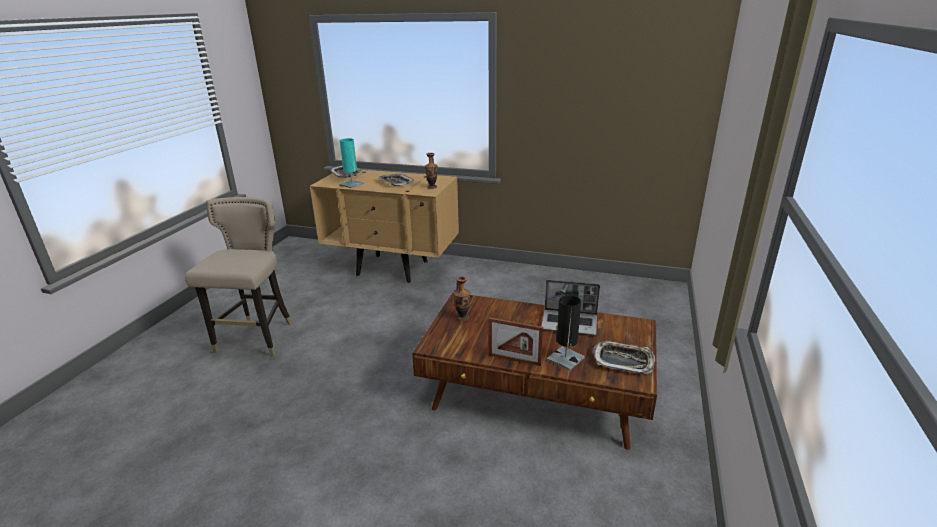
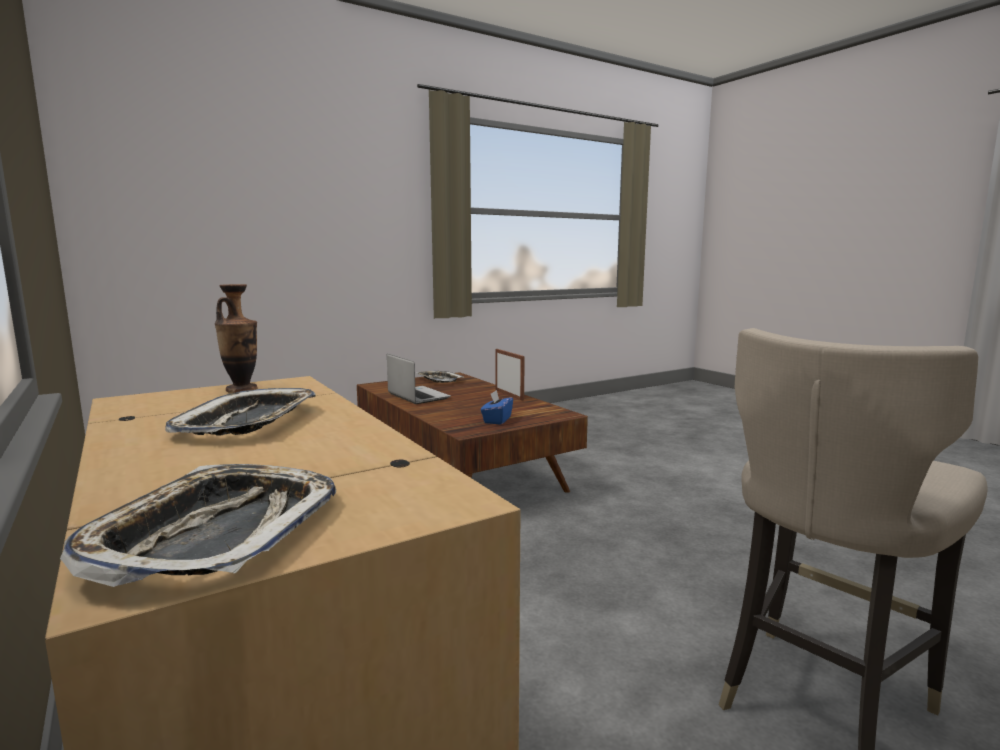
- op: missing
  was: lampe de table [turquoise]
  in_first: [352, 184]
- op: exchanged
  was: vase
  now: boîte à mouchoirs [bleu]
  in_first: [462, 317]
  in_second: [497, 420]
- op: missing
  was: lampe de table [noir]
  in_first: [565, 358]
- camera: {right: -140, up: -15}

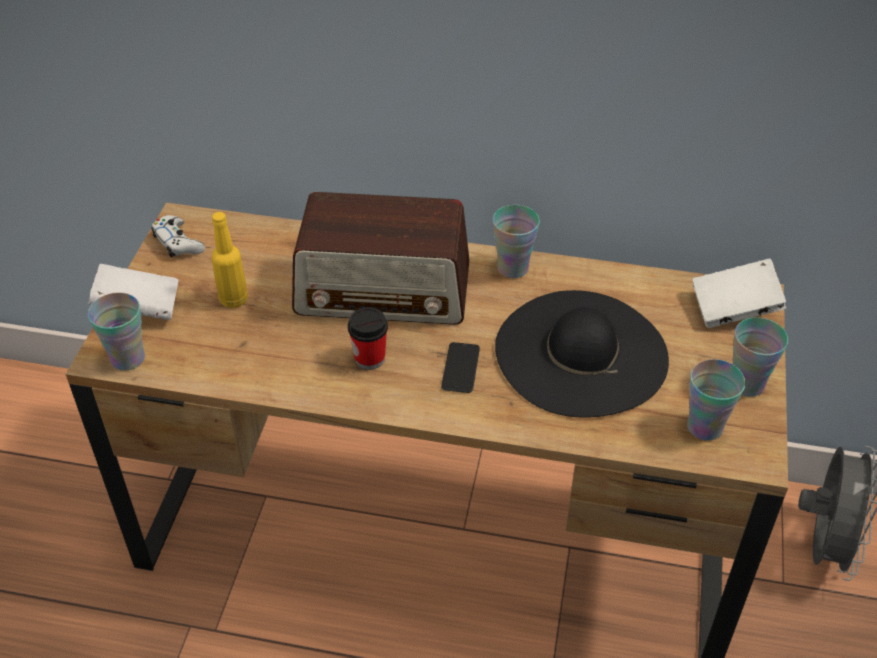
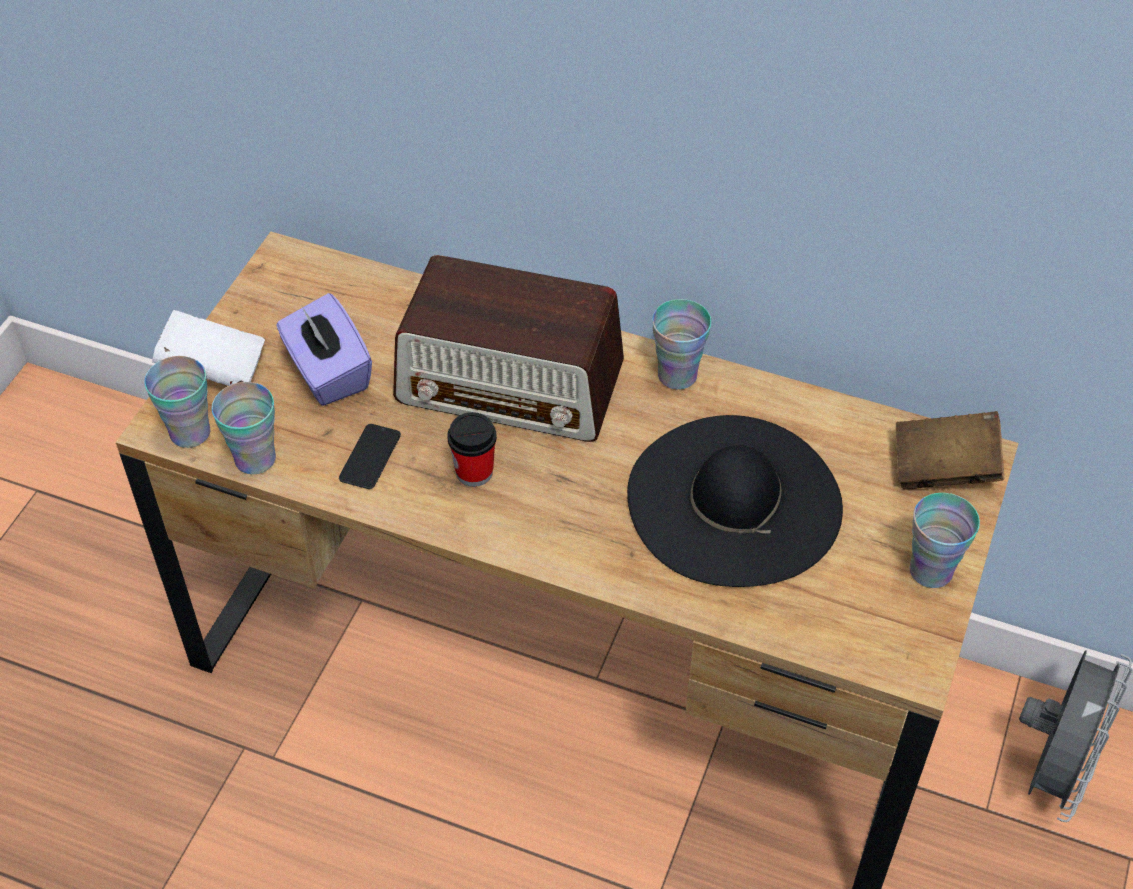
- op: exchanged
  was: bouteille [jaune]
  now: boîte à mouchoirs [violet]
  in_first: [234, 299]
  in_second: [327, 373]
- op: missing
  was: manette [blanc]
  in_first: [178, 243]
- op: colour
  was: livre [blanc]
  now: livre [marron]
  in_first: [734, 309]
  in_second: [944, 468]
- op: relocated
  was: téléphone
  in_first: [460, 368]
  in_second: [370, 457]
- op: relocated
  was: tasse
  in_first: [704, 427]
  in_second: [255, 459]
- camera: {right: 10, up: 5}

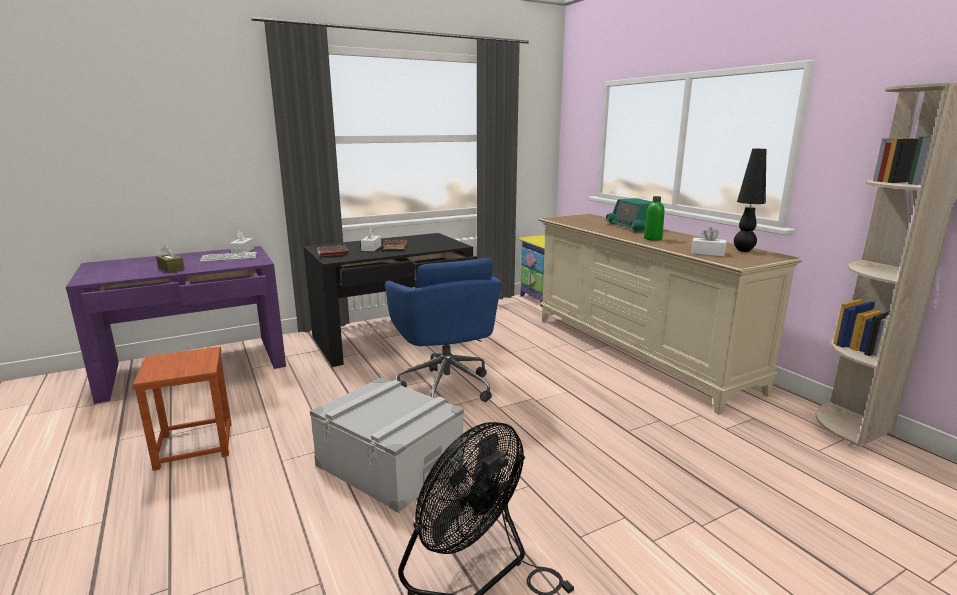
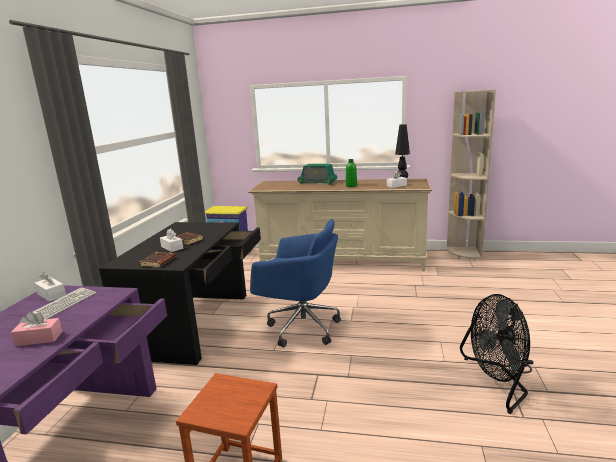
- op: colour
  was: boîte à mouchoirs [marron]
  now: boîte à mouchoirs [rose]
  in_first: [171, 268]
  in_second: [39, 338]
- op: missing
  was: boîte de rangement [gris]
  in_first: [390, 464]
- camera: {right: -50, up: 0}

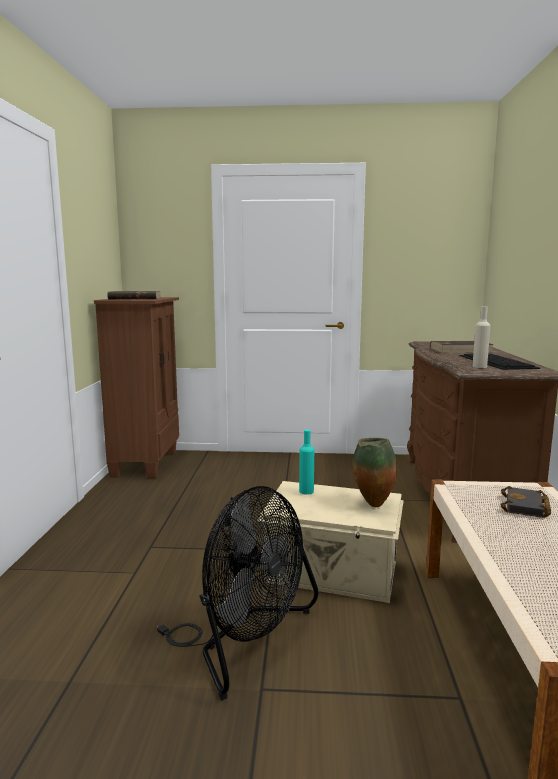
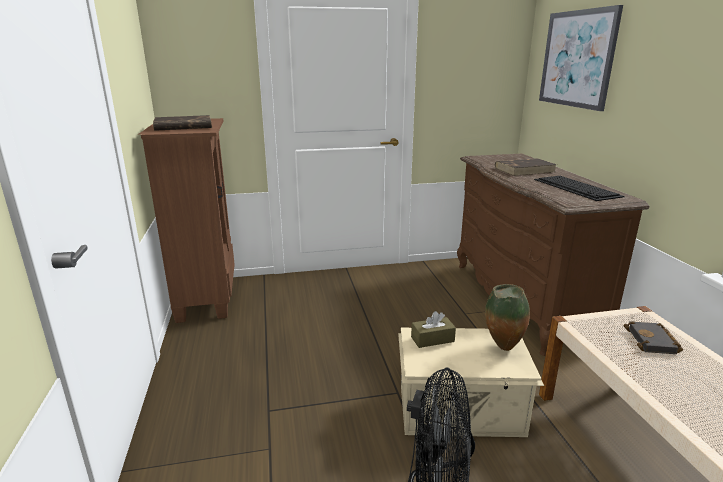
- op: missing
  was: bouteille [beige]
  in_first: [479, 366]
- op: exchanged
  was: bouteille [turquoise]
  now: boîte à mouchoirs [marron]
  in_first: [306, 491]
  in_second: [432, 339]
- op: appeared
  now: tableau
  in_second: [577, 59]
- camera: {right: -15, up: 10}

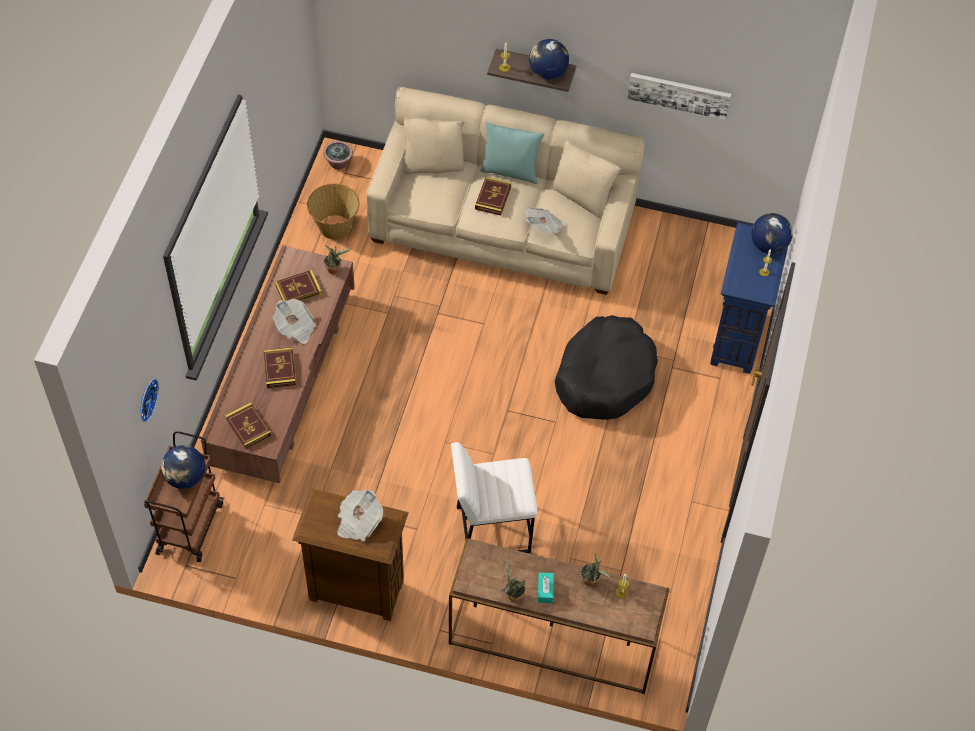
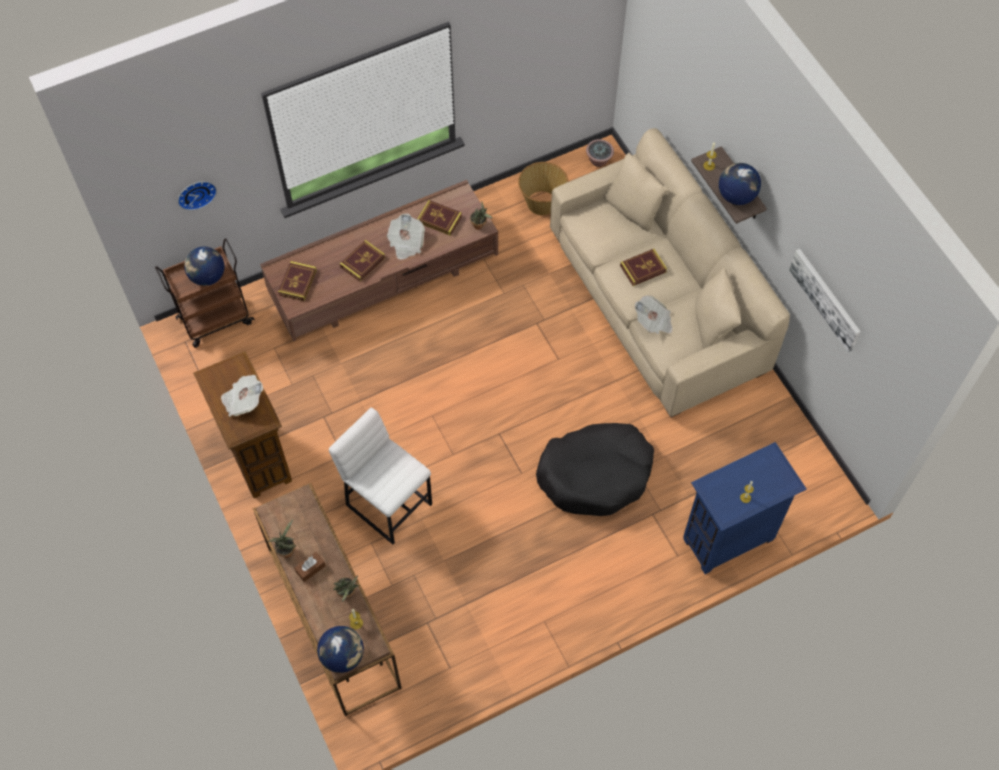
- op: missing
  was: coussin [turquoise]
  in_first: [510, 171]
- op: relocated
  was: globe
  in_first: [768, 245]
  in_second: [343, 656]
- op: colour
  was: boîte à mouchoirs [turquoise]
  now: boîte à mouchoirs [marron]
  in_first: [545, 590]
  in_second: [310, 569]
- camera: {right: 50, up: 5}

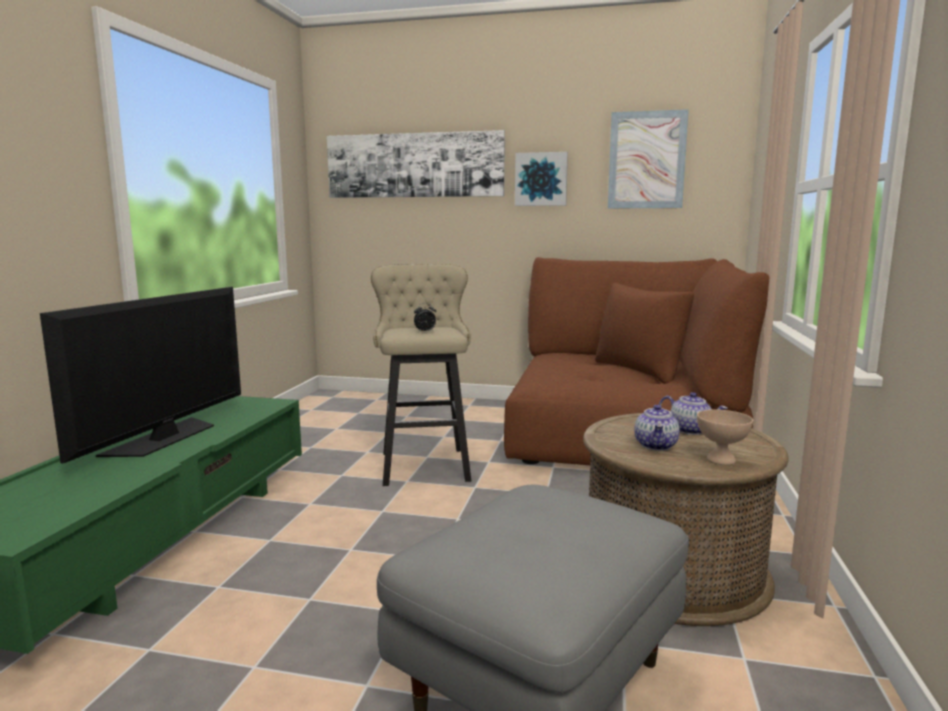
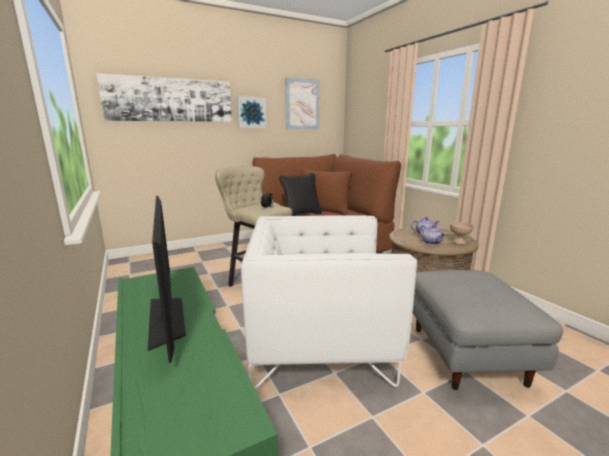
- op: appeared
  now: coussin [noir]
  in_second: [301, 215]
- op: appeared
  now: fauteuil [blanc]
  in_second: [320, 343]
- camera: {right: -40, up: 5}

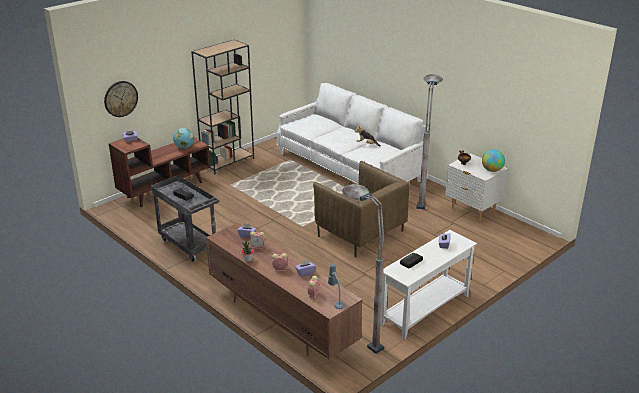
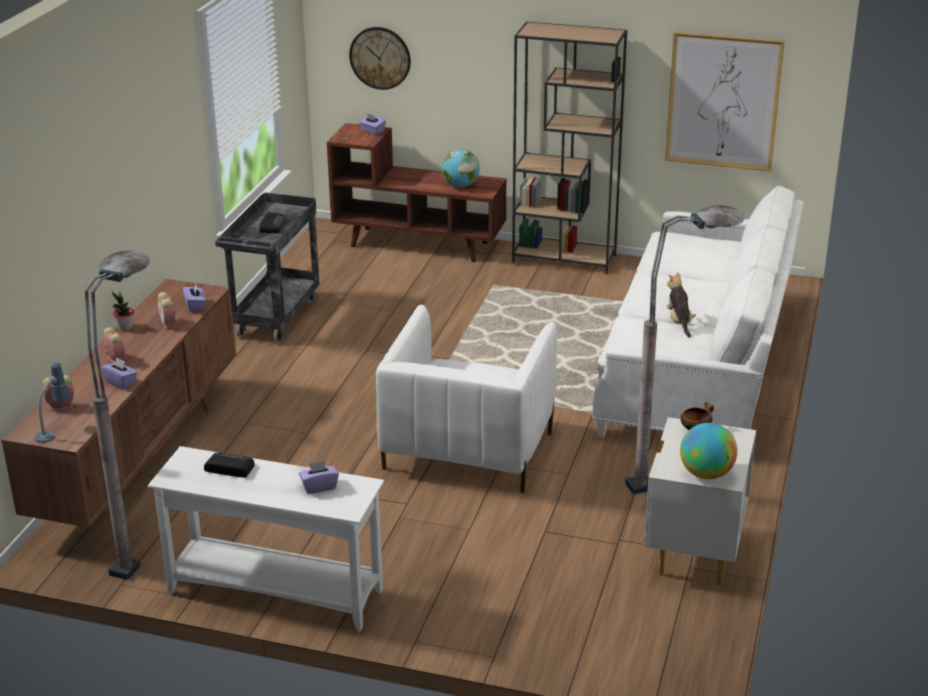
- op: colour
  was: fauteuil [marron]
  now: fauteuil [blanc]
  in_first: [359, 233]
  in_second: [468, 449]
- op: appeared
  now: tableau
  in_second: [723, 101]
- camera: {right: 60, up: 0}

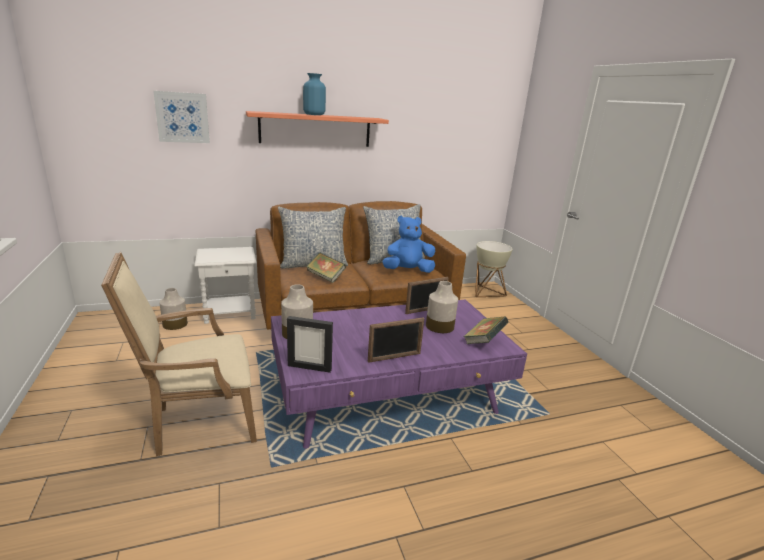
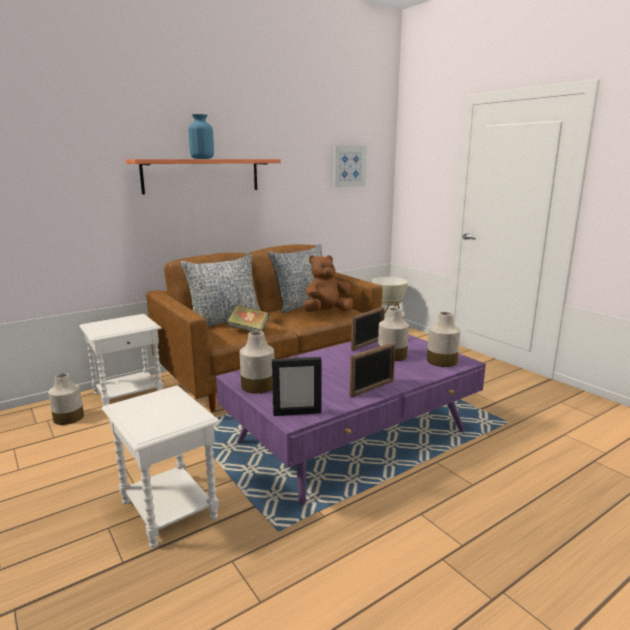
- op: relocated
  was: tableau
  in_first: [182, 117]
  in_second: [349, 166]
- op: colour
  was: peluche [bleu]
  now: peluche [marron]
  in_first: [408, 271]
  in_second: [326, 312]
- op: exchanged
  was: fauteuil [beige]
  now: table d'appoint [blanc]
  in_first: [198, 423]
  in_second: [167, 509]
- op: exchanged
  was: livre
  now: vase [beige]
  in_first: [483, 341]
  in_second: [441, 361]
- camera: {right: -15, up: -5}

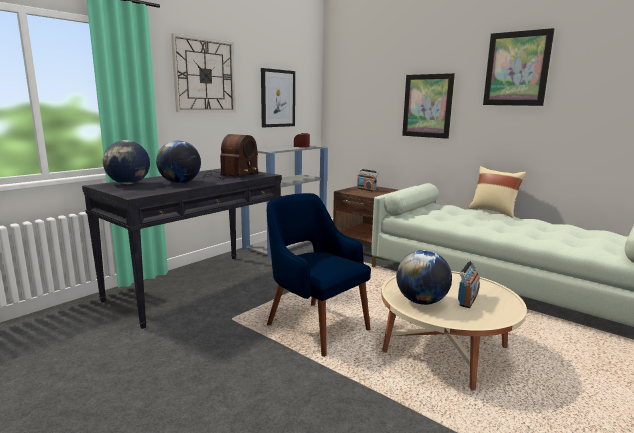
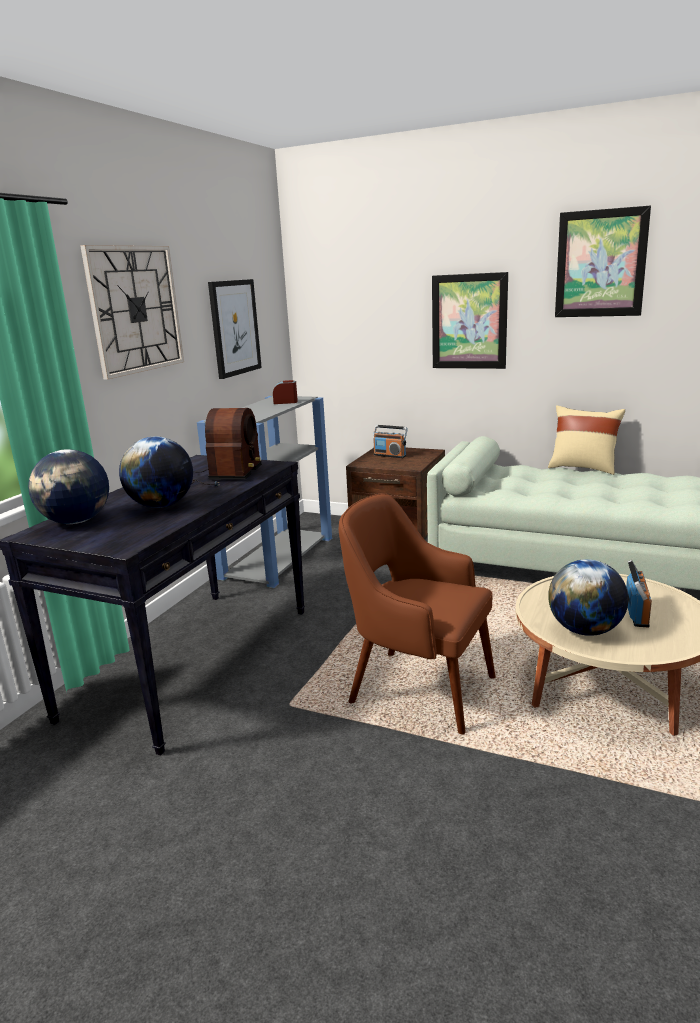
- op: colour
  was: fauteuil [bleu]
  now: fauteuil [marron]
  in_first: [315, 326]
  in_second: [418, 689]
- camera: {right: -15, up: 5}

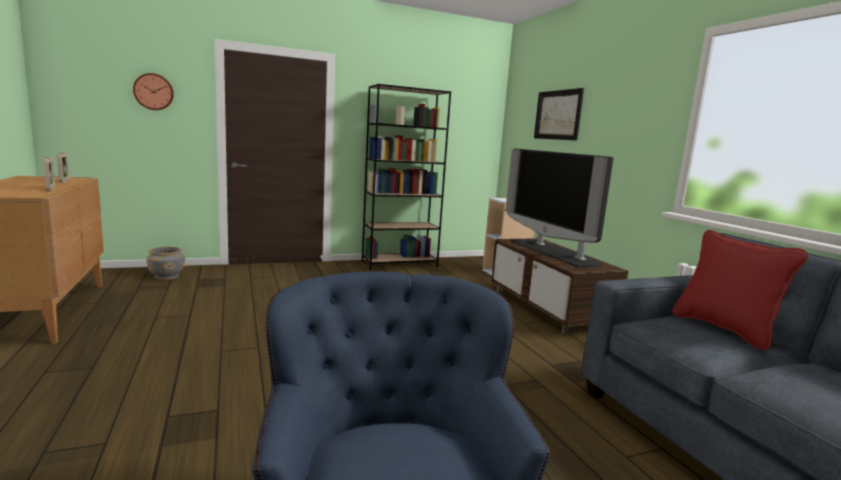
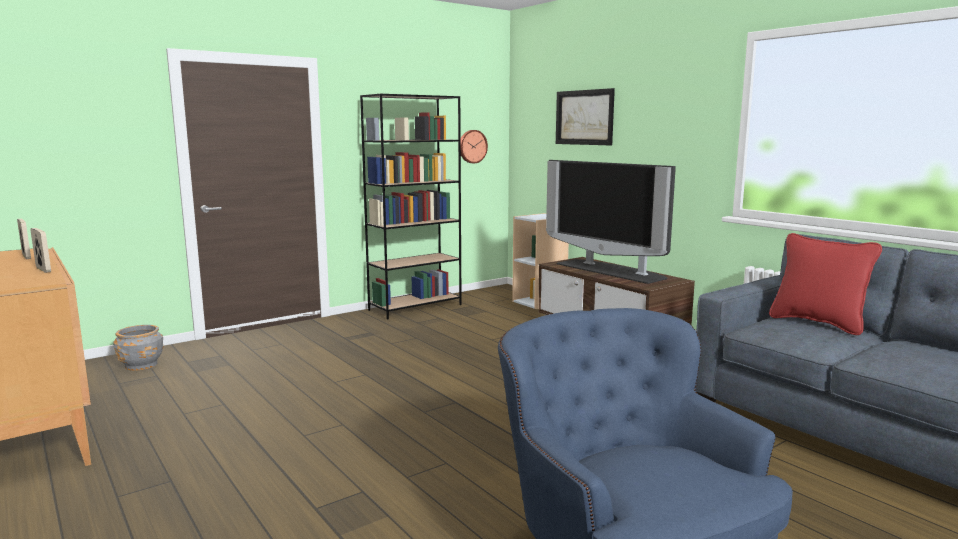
- op: relocated
  was: horloge murale
  in_first: [153, 92]
  in_second: [472, 146]
- camera: {right: -15, up: 0}

